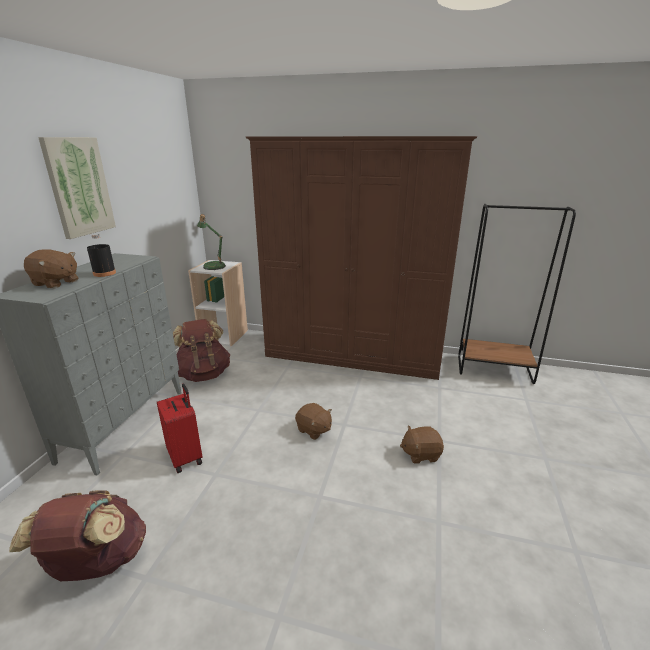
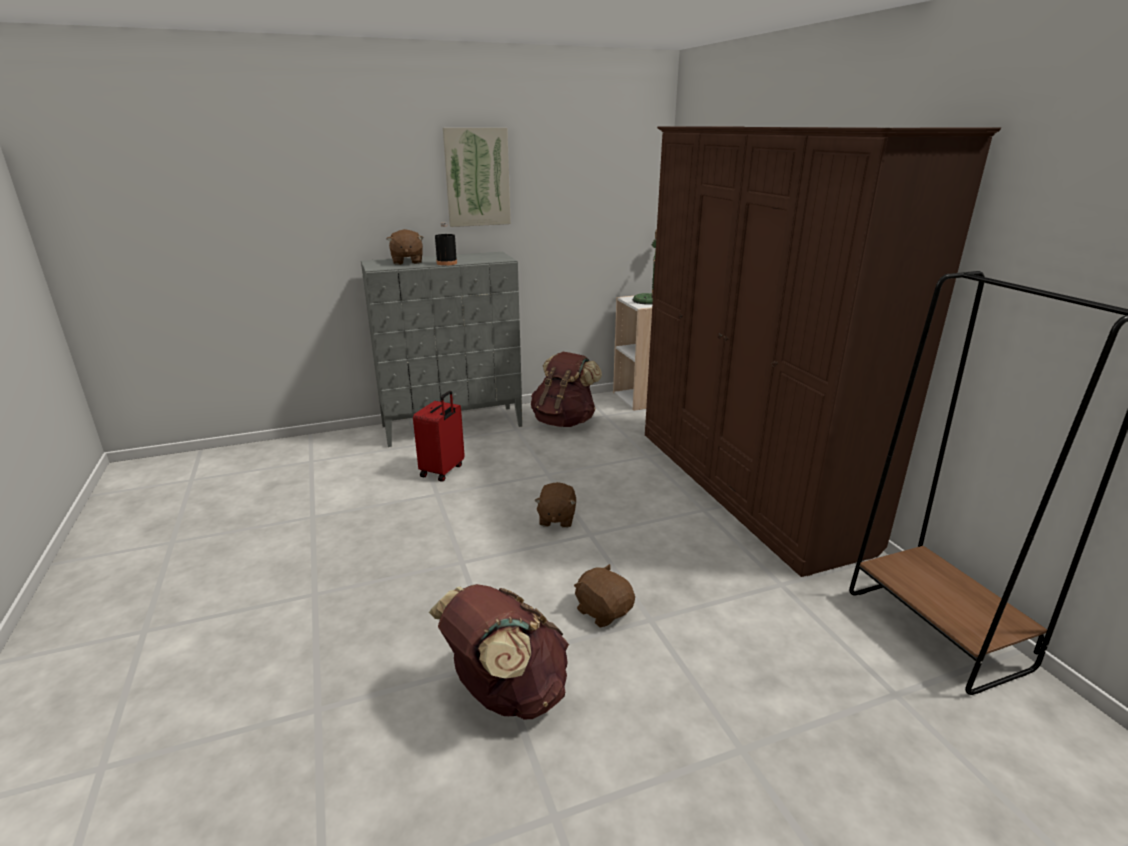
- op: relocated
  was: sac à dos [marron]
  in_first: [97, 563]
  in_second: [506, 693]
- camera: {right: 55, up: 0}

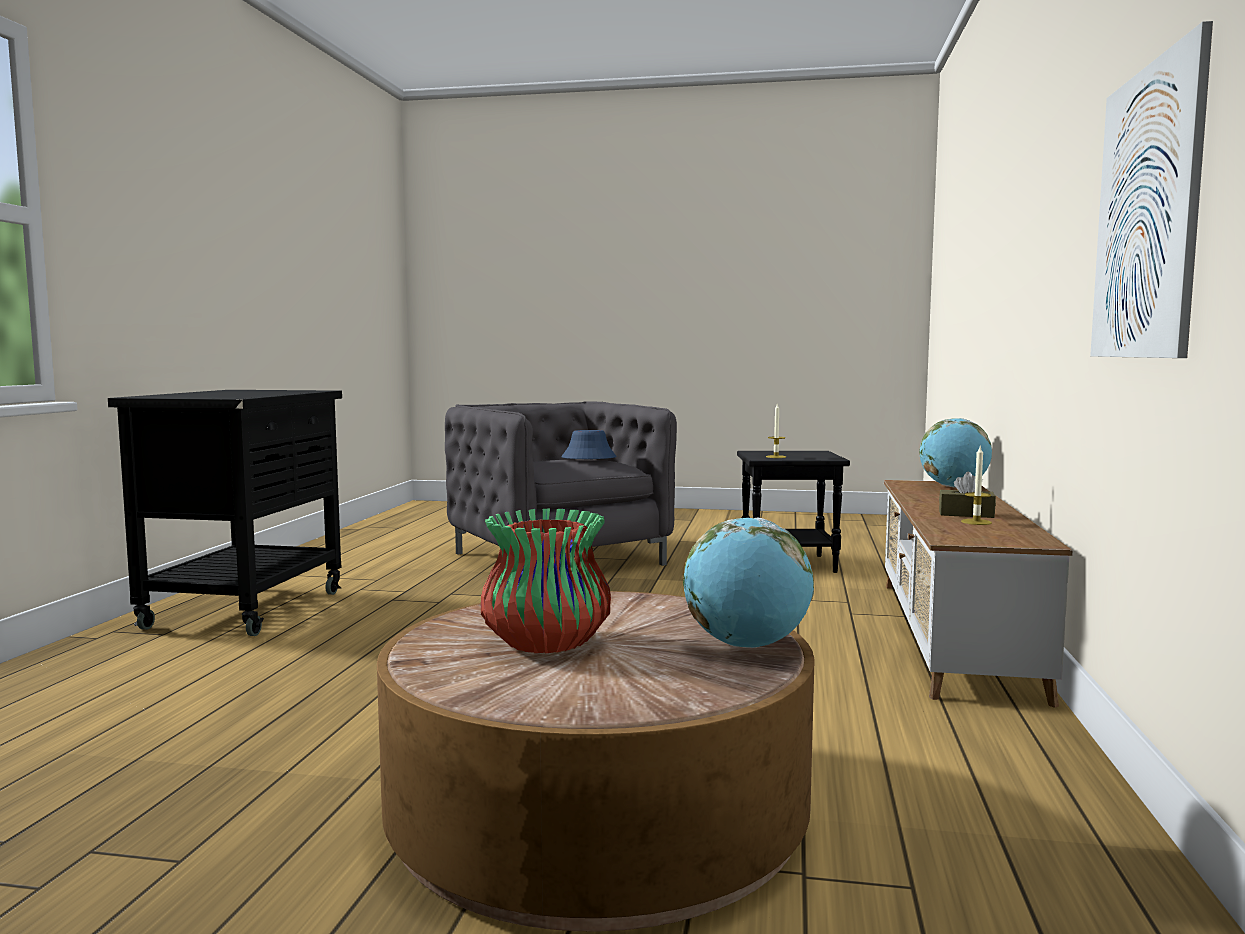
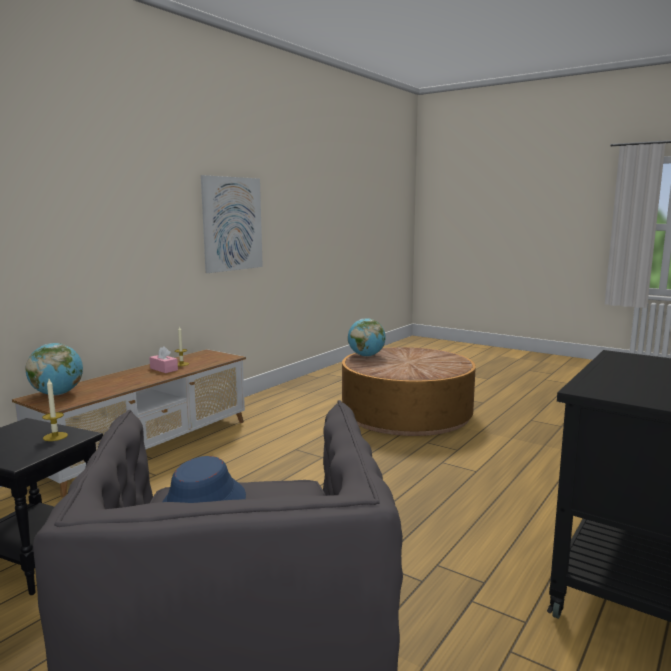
- op: colour
  was: boîte à mouchoirs [marron]
  now: boîte à mouchoirs [rose]
  in_first: [966, 514]
  in_second: [164, 369]
- op: missing
  was: vase
  in_first: [547, 644]
- camera: {right: -155, up: 5}

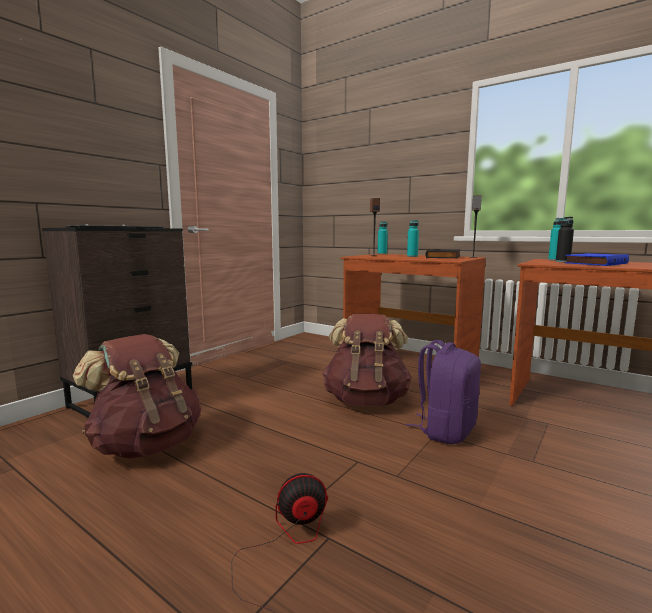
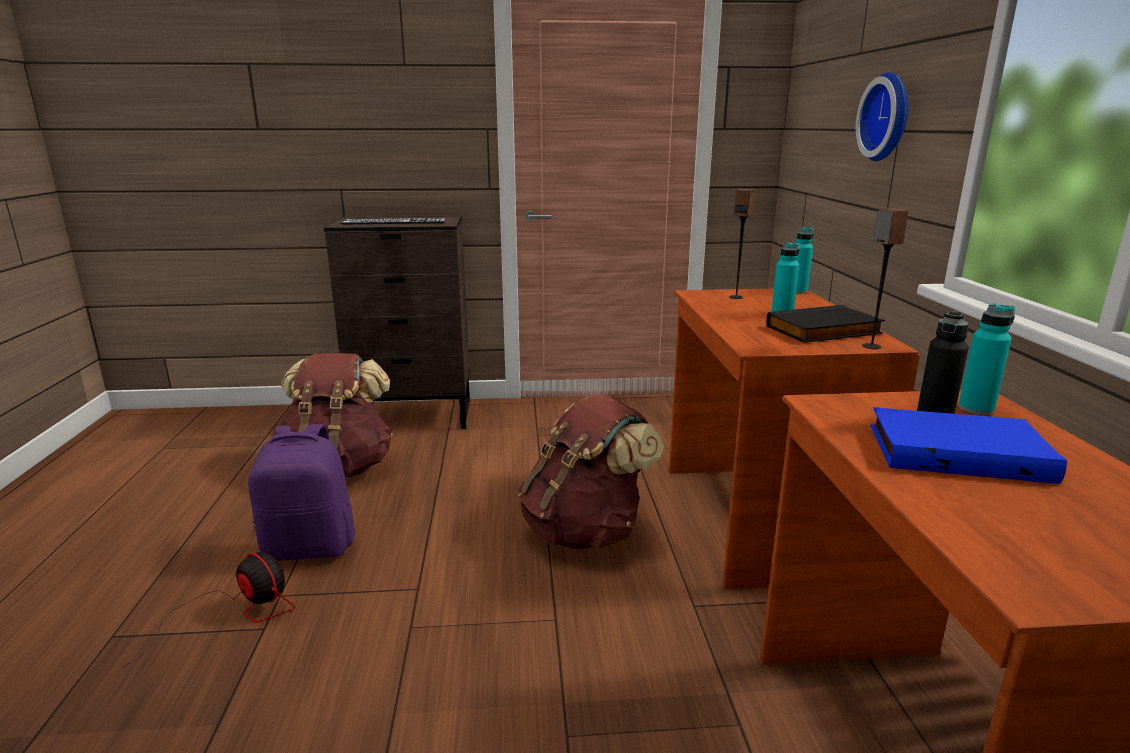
- op: relocated
  was: sac à dos [violet]
  in_first: [445, 430]
  in_second: [310, 547]
- op: appeared
  now: horloge murale
  in_second: [889, 117]
- camera: {right: 50, up: 10}

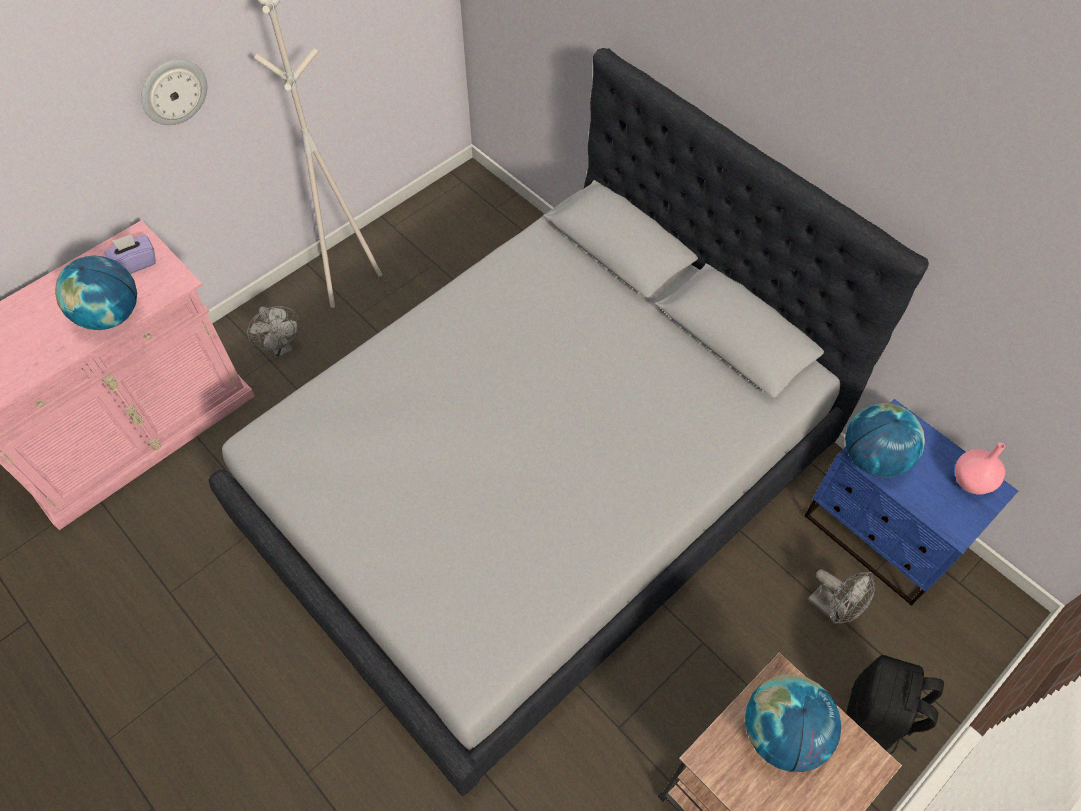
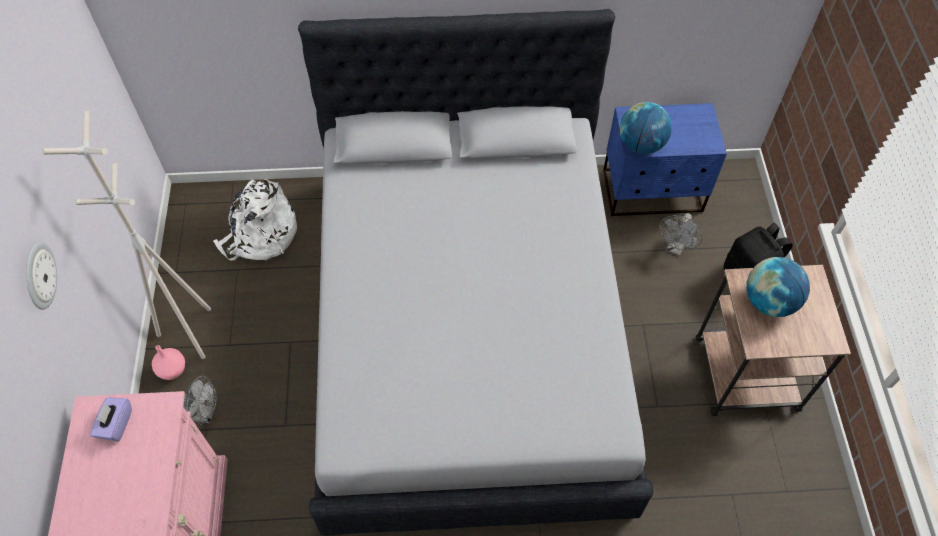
- op: missing
  was: globe
  in_first: [111, 315]
- op: relocated
  was: vase [rose]
  in_first: [970, 481]
  in_second: [172, 371]
- op: spun
  was: ventilateur [gris]
  in_first: [833, 609]
  in_second: [675, 248]
  clockwise: 120
- op: appeared
  now: sac à dos [blanc]
  in_second: [260, 236]
- camera: {right: -50, up: 0}

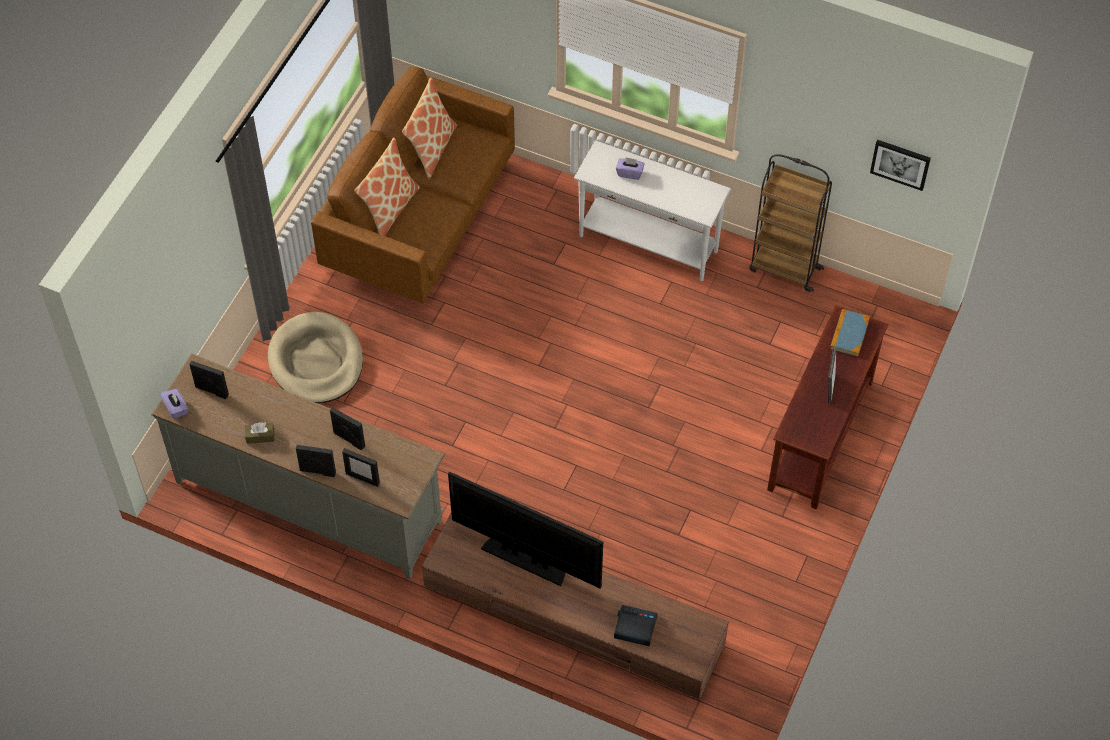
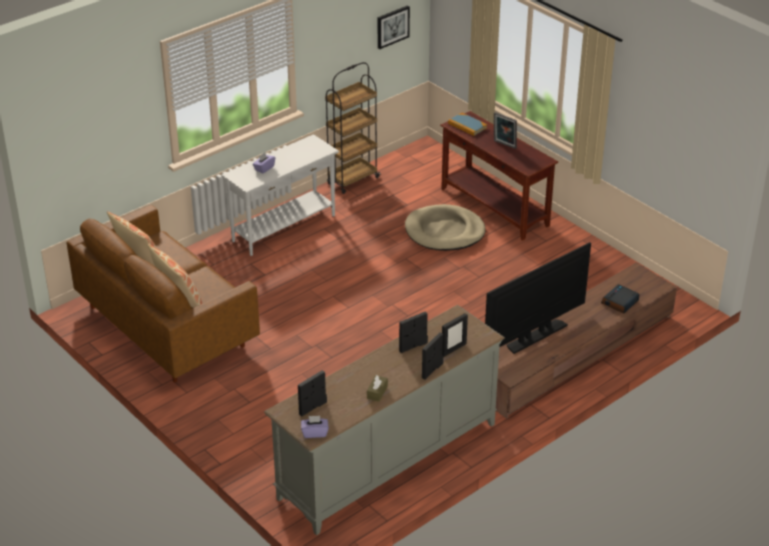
- op: relocated
  was: panier pour chien [beige]
  in_first: [316, 361]
  in_second: [444, 231]
- camera: {right: -65, up: -20}

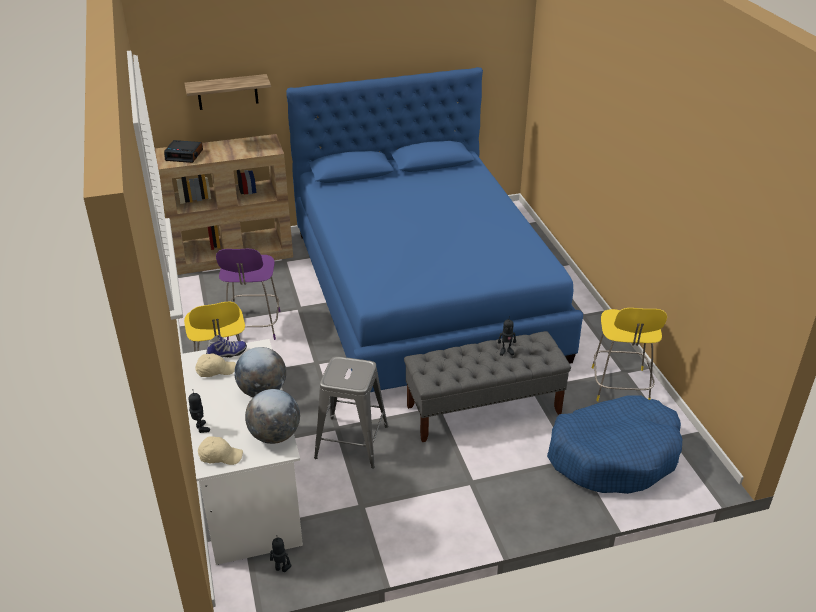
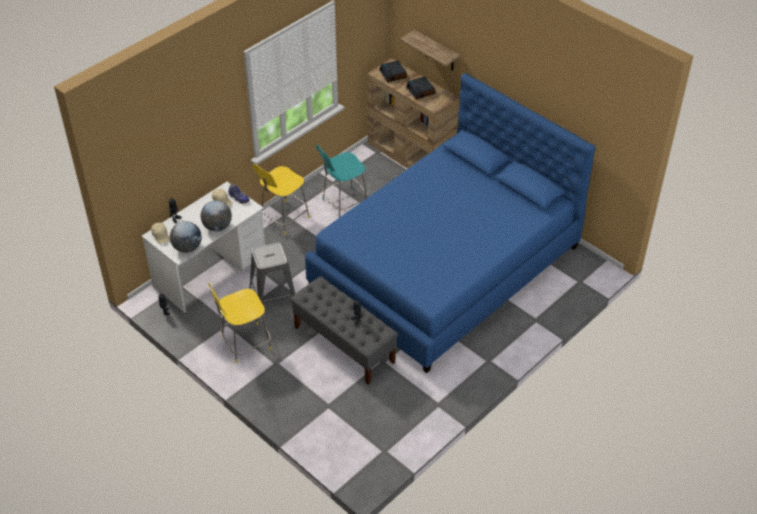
- op: colour
  was: chaise [violet]
  now: chaise [turquoise]
  in_first: [253, 327]
  in_second: [344, 204]
- op: relocated
  was: chaise [jaune]
  in_first: [620, 387]
  in_second: [244, 344]
- op: missing
  was: panier pour chien [bleu]
  in_first: [614, 455]
- op: appeared
  now: réveil
  in_second: [421, 91]
- camera: {right: 60, up: 10}

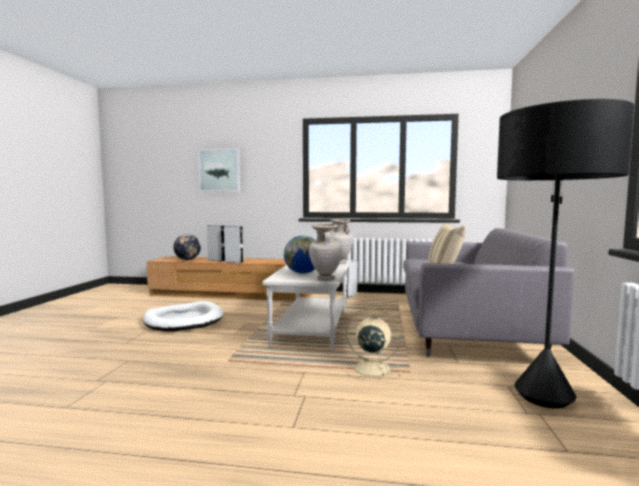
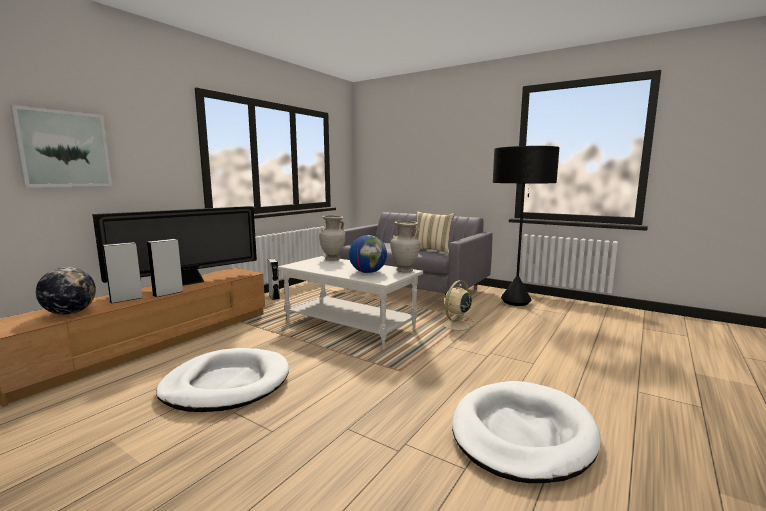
- op: appeared
  now: téléviseur
  in_second: [189, 283]
- op: appeared
  now: panier pour chien [blanc]
  in_second: [522, 434]
- camera: {right: -65, up: 5}

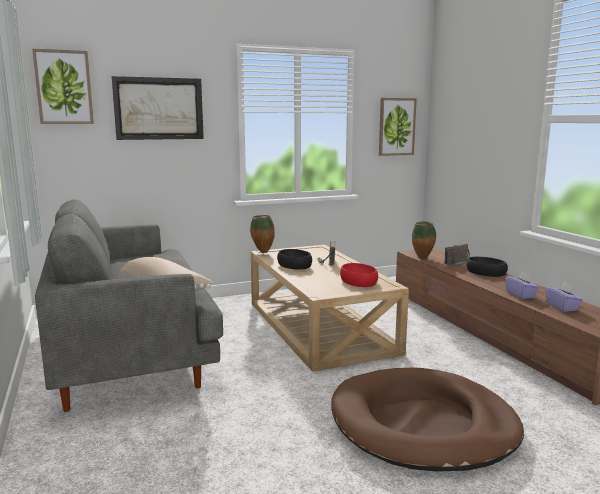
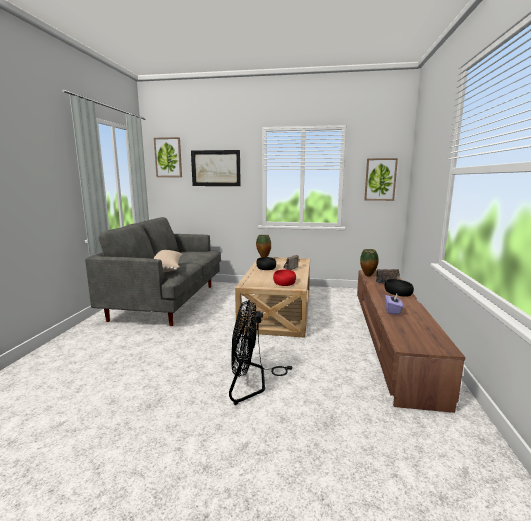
- op: missing
  was: boîte à mouchoirs [violet]
  in_first: [562, 307]
- op: exchanged
  was: panier pour chien [marron]
  now: ventilateur [noir]
  in_first: [423, 424]
  in_second: [252, 378]
- camera: {right: 30, up: 0}

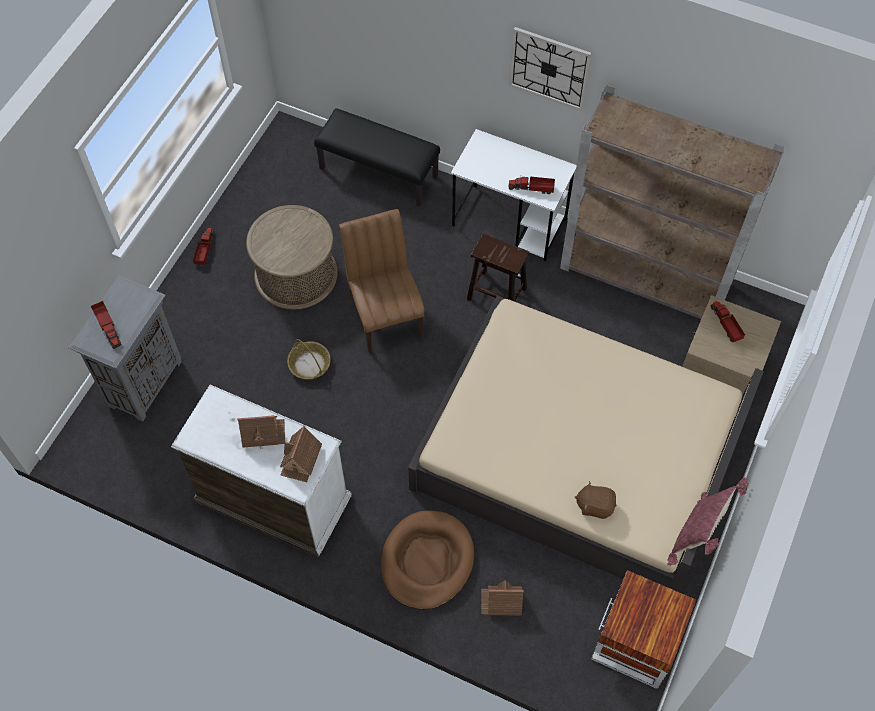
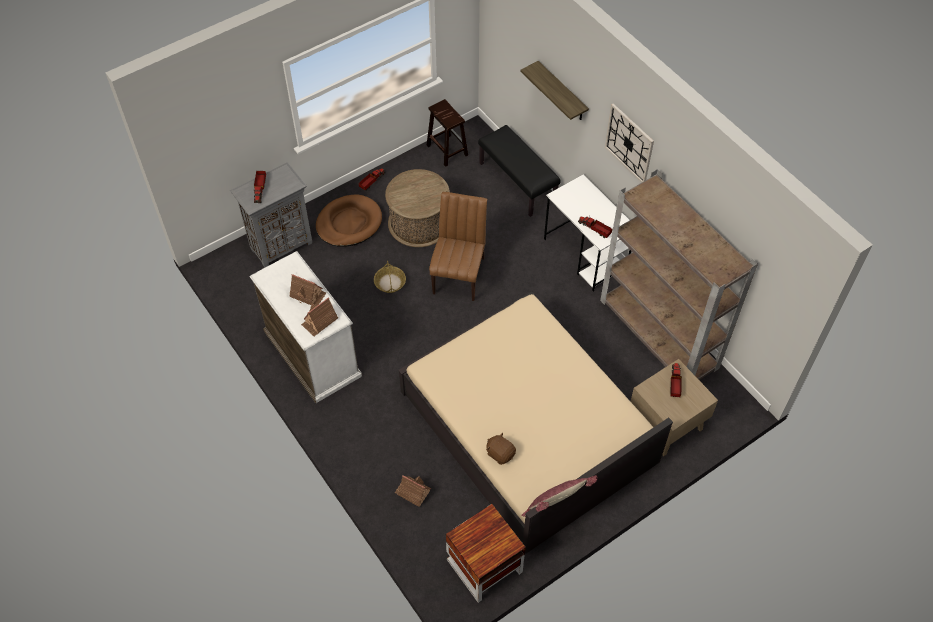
- op: relocated
  was: tabouret [marron]
  in_first: [495, 293]
  in_second: [446, 150]
- op: relocated
  was: panier pour chien [marron]
  in_first: [427, 561]
  in_second: [349, 223]
- op: appeared
  now: étagère
  in_second: [562, 92]
- camera: {right: 30, up: -5}

